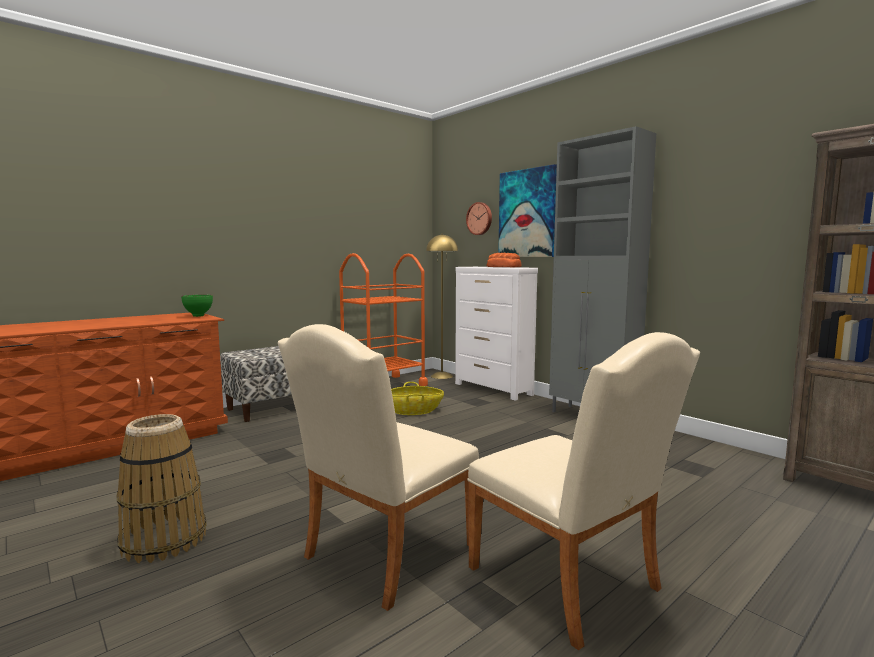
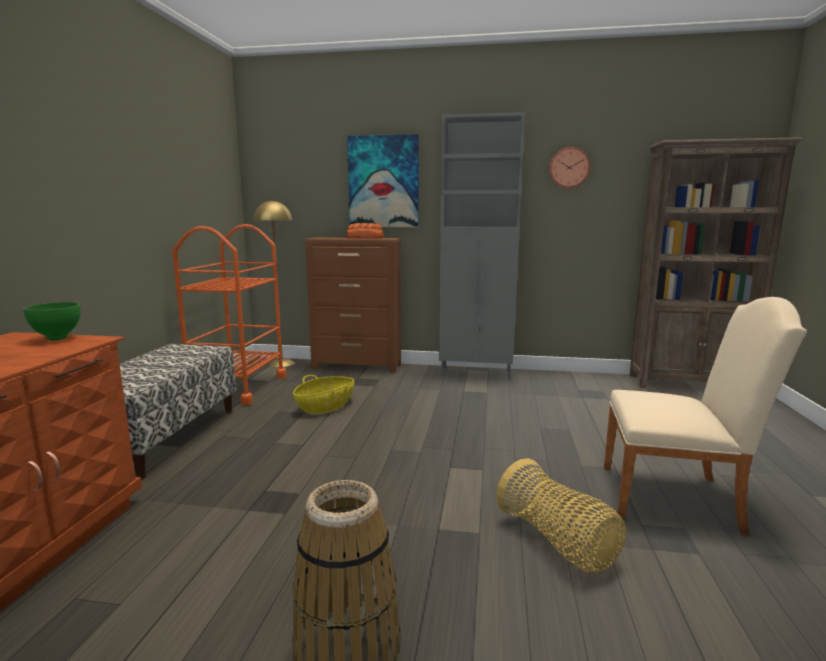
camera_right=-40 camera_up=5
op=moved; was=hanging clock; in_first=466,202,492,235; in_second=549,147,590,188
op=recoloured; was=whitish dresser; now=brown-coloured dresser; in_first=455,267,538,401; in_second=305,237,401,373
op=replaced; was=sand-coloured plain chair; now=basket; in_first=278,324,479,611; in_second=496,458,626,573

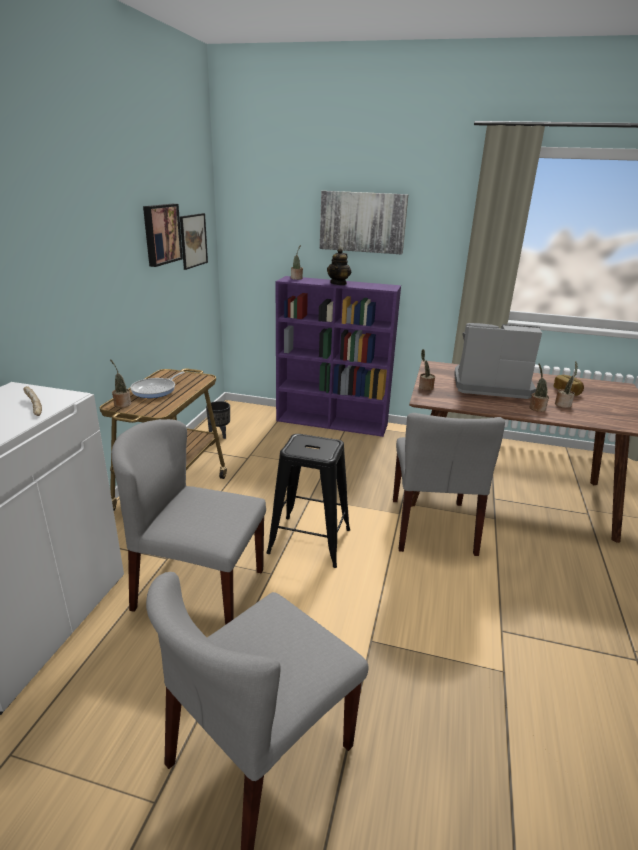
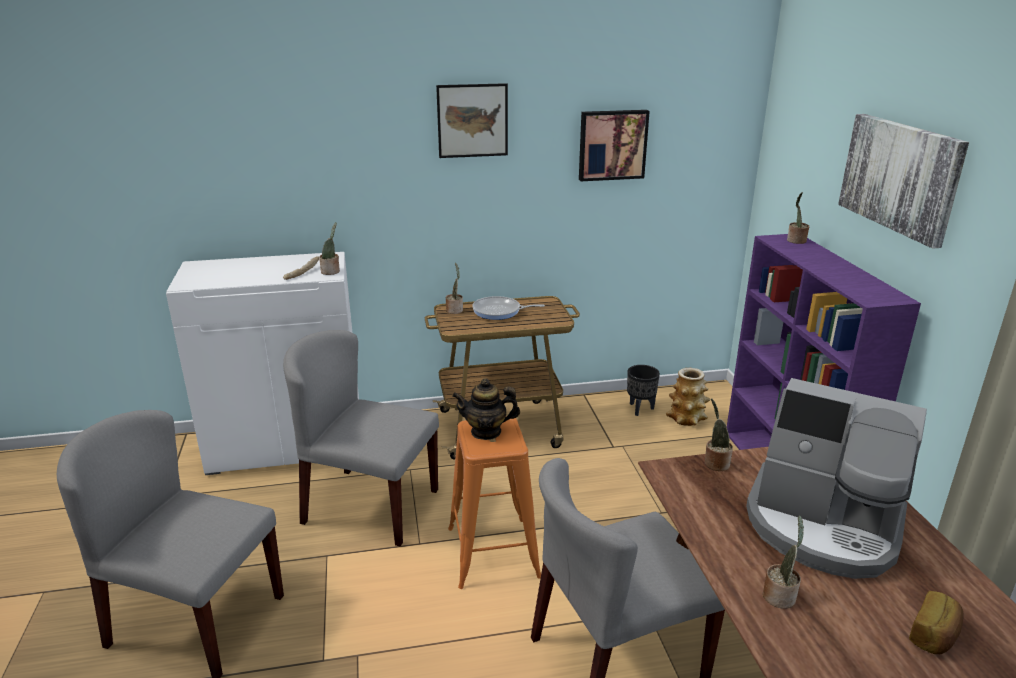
camera_right=65 camera_up=0
op=moved; was=wall art; in_first=180,213,208,270; in_second=436,83,508,158
op=moved; was=tea pot; in_first=327,248,351,285; in_second=452,378,520,440
op=turned; was=coffee machine; in_first=454,323,542,399; in_second=746,378,927,579; clockwise=135
op=moved; was=houseplant; in_first=555,361,578,408; in_second=319,222,340,275
op=turned; was=gray plain chair; in_first=111,419,266,625; in_second=283,330,439,546; clockwise=-60
op=recoloured; was=blackish stool; now=orangey stool; in_first=266,434,350,568; in_second=448,416,541,589
op=added; now=flower vase; in_second=666,368,710,426

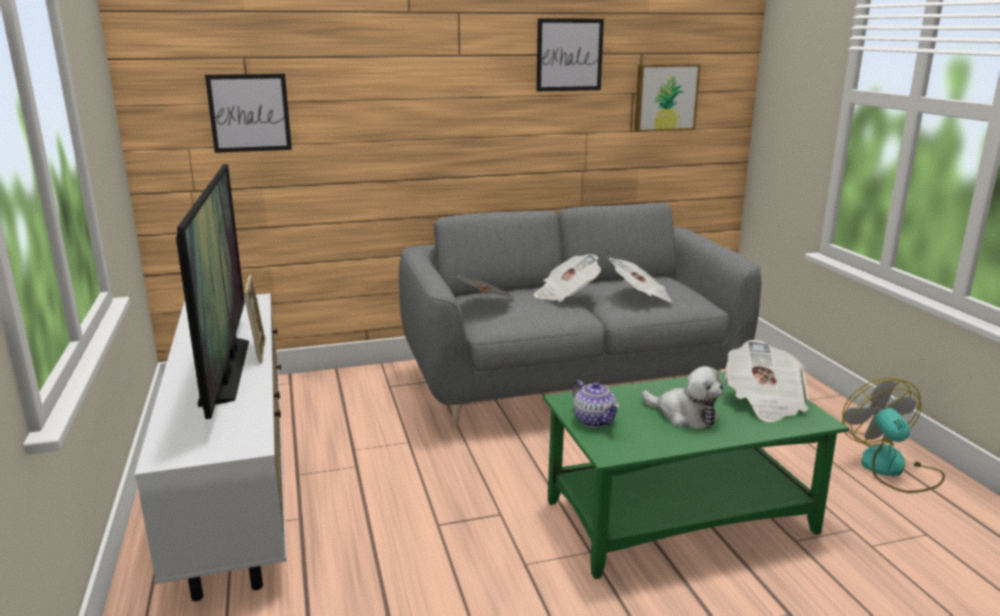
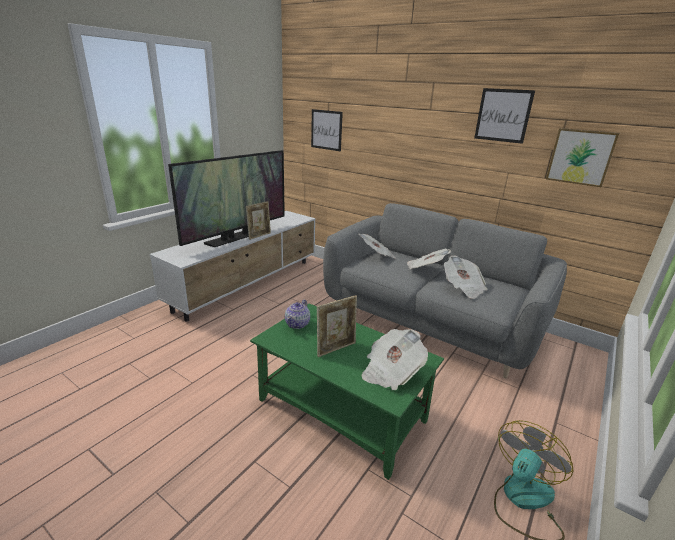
camera_right=50 camera_up=5
op=replaced; was=plush toy; now=picture frame; in_first=642,366,723,429; in_second=317,295,357,357

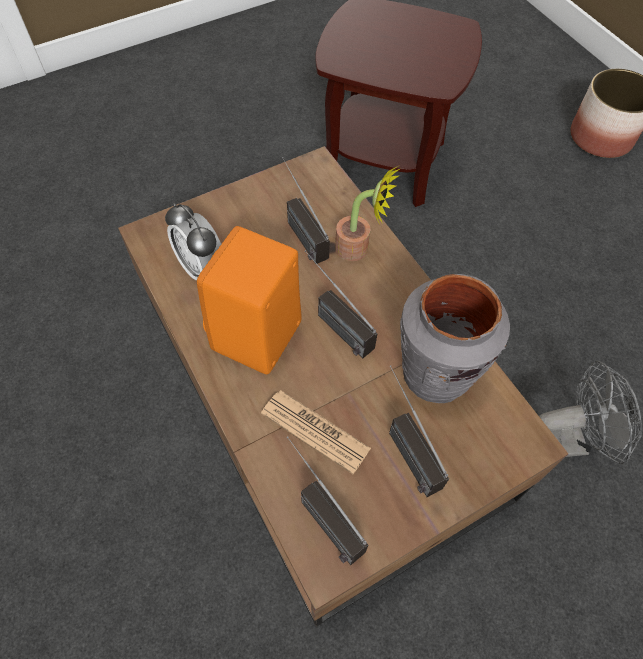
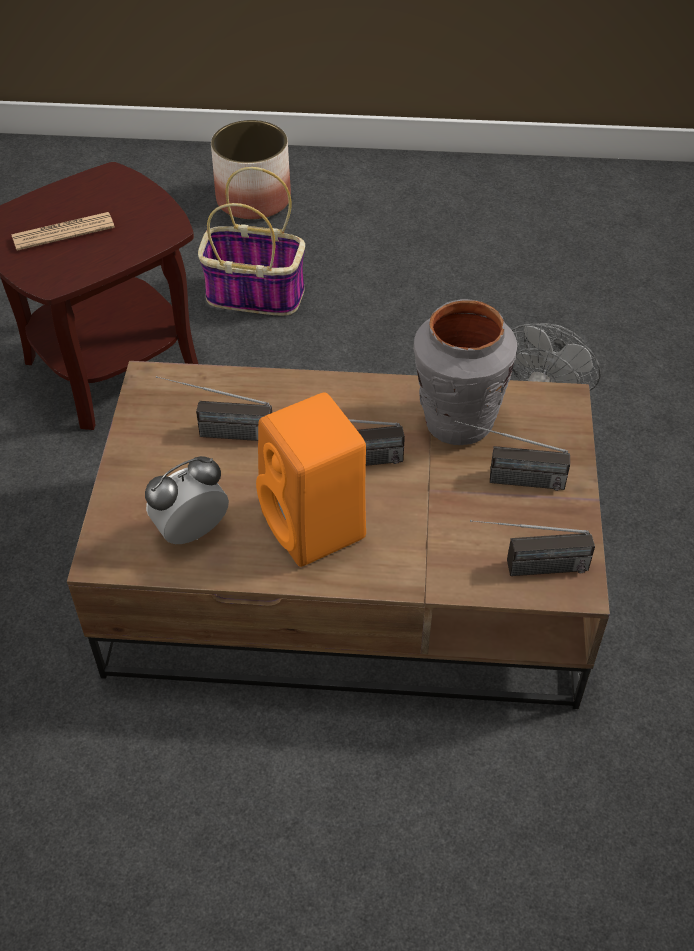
camera_right=-55 camera_up=-10
op=removed; was=houseplant; in_first=335,166,400,261
op=turned; was=alarm clock; in_first=165,203,221,281; in_second=145,456,229,544; clockwise=150
op=moved; was=printed paper; in_first=261,390,371,474; in_second=11,212,115,251
op=added; now=basket; in_second=198,167,305,316

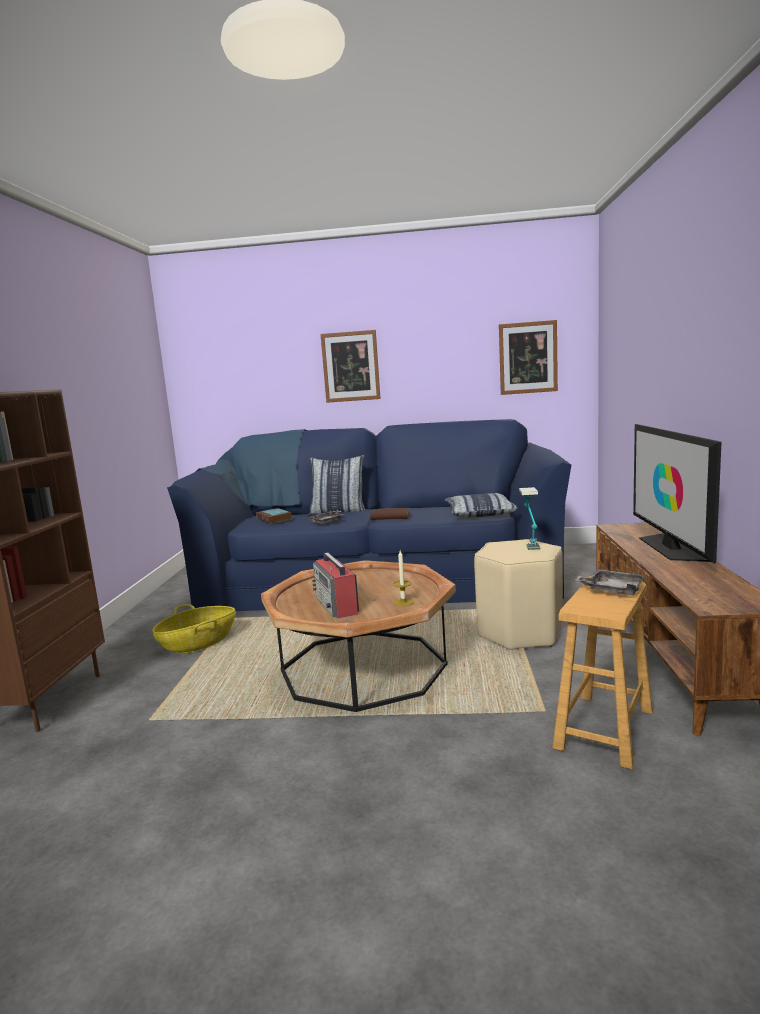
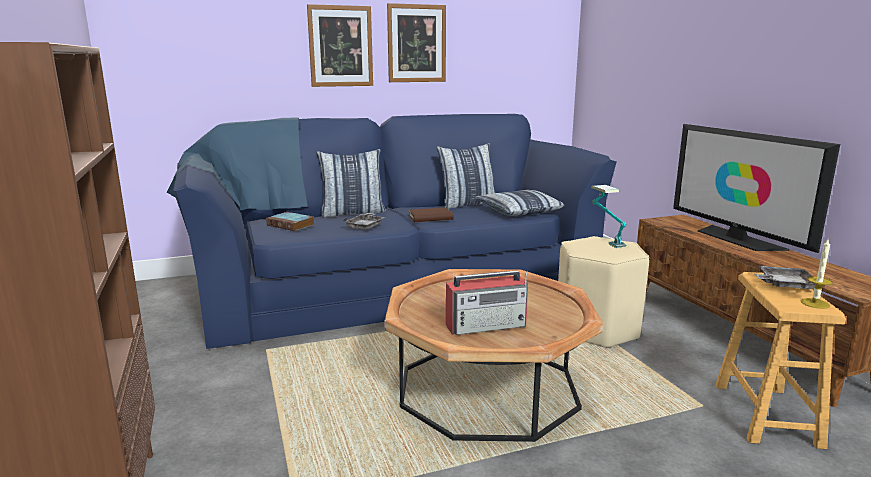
camera_right=-25 camera_up=5
op=moved; was=wall art; in_first=499,320,558,395; in_second=387,3,446,82
op=moved; was=wax light; in_first=393,551,414,607; in_second=801,239,833,309
op=turned; was=radio set; in_first=312,552,359,618; in_second=446,270,528,335; clockwise=-60
op=removed; was=basket; in_first=152,604,236,653
op=added; now=throw pillow; in_second=436,143,495,209

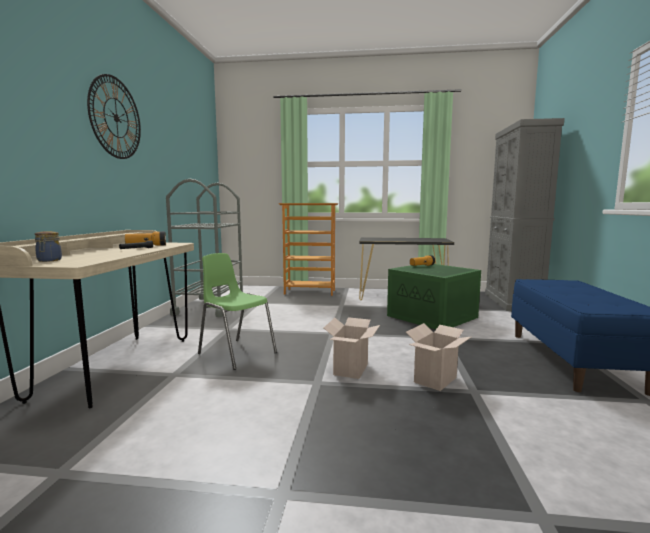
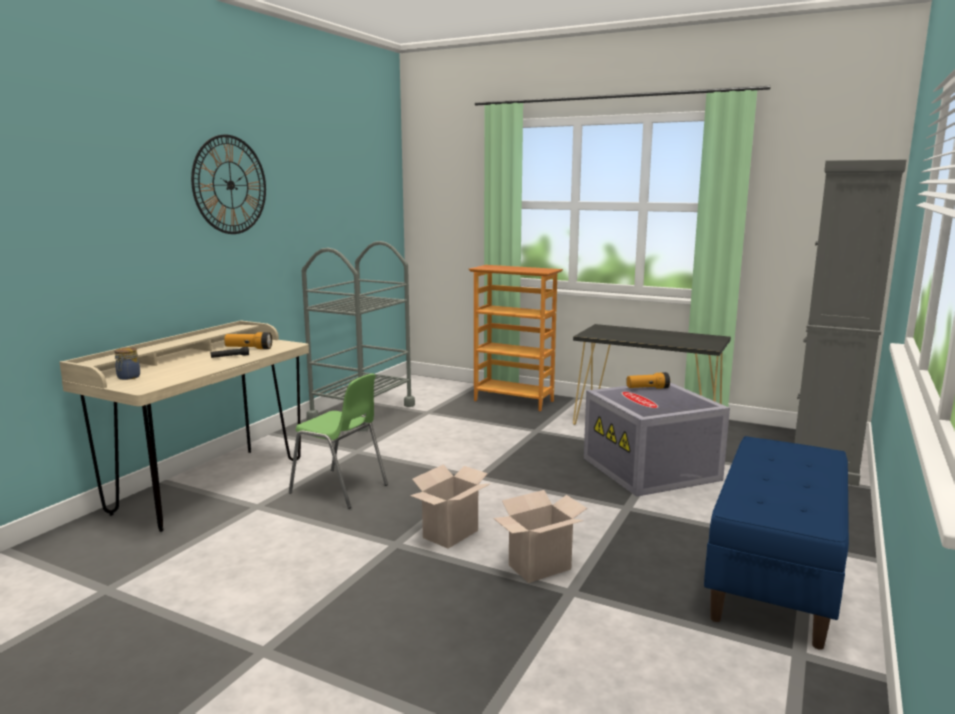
camera_right=20 camera_up=5
op=turned; was=green plain chair; in_first=198,253,277,370; in_second=289,374,388,509; clockwise=150
op=recoloured; was=green storage box; now=gray storage box; in_first=387,264,481,329; in_second=584,382,730,497

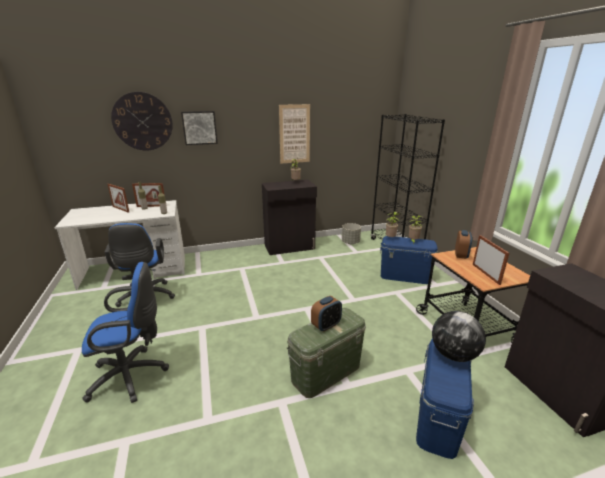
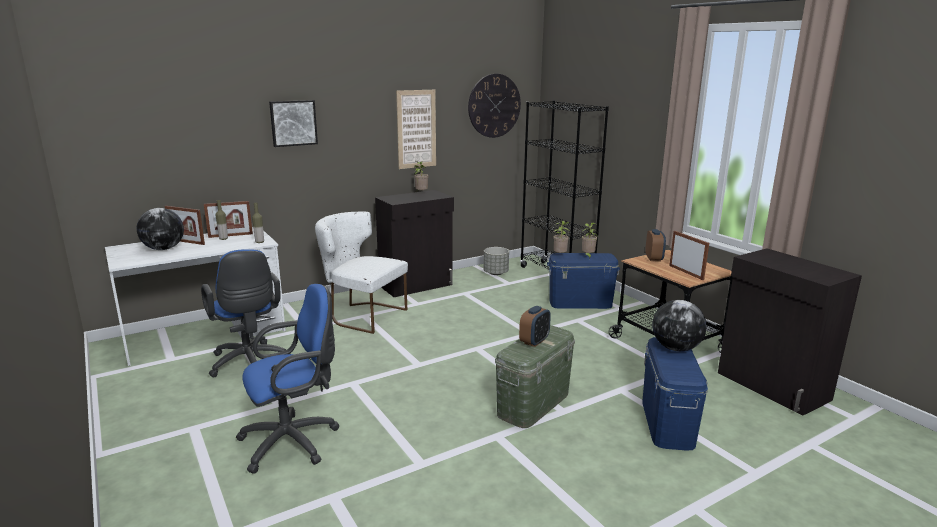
camera_right=-15 camera_up=-5
op=moved; was=hanging clock; in_first=111,92,173,151; in_second=468,74,521,138
op=added; now=globe; in_second=136,208,184,250
op=added; now=whitish plain chair; in_second=315,212,408,334

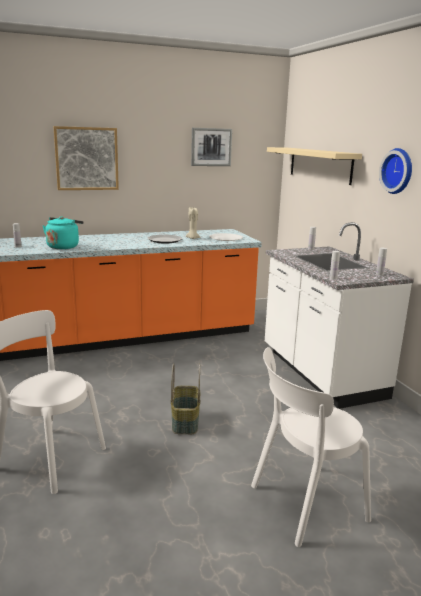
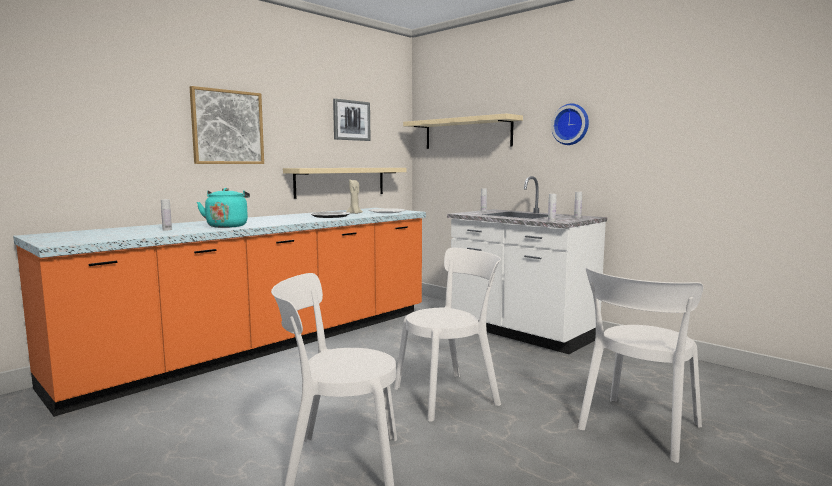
camera_right=-25 camera_up=-10
op=replaced; was=basket; now=whitish plain chair; in_first=171,363,201,434; in_second=394,248,501,422
op=added; now=sand-coloured bracket shelf; in_second=283,168,407,199

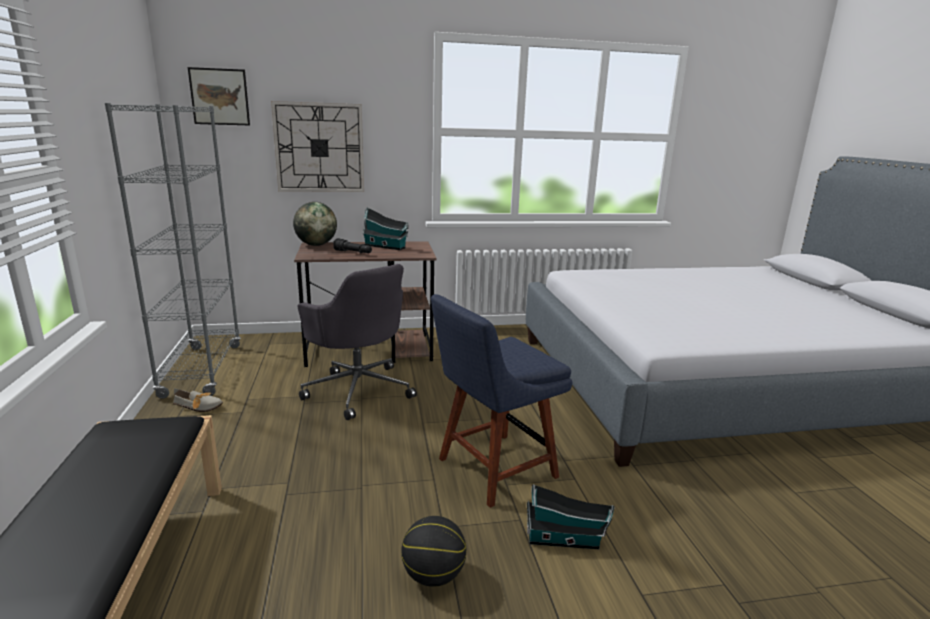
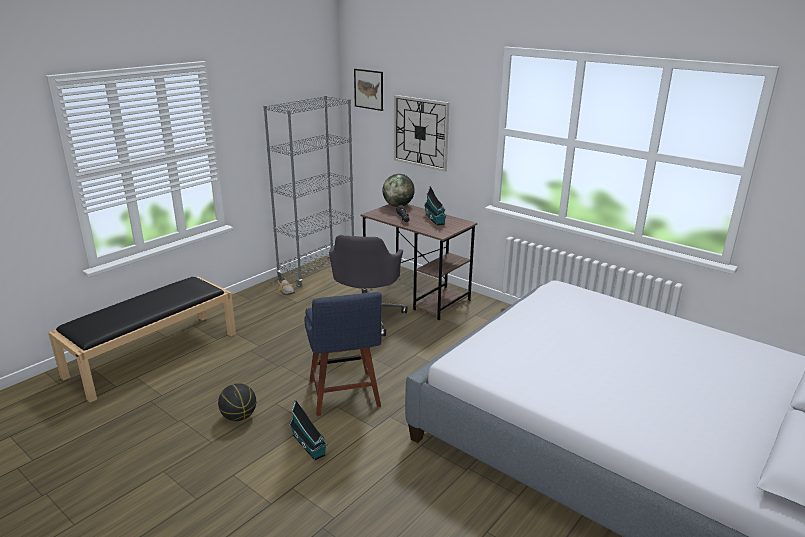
camera_right=50 camera_up=5
op=turned; was=bluish plain chair; in_first=431,294,572,508; in_second=304,292,382,416; clockwise=-120

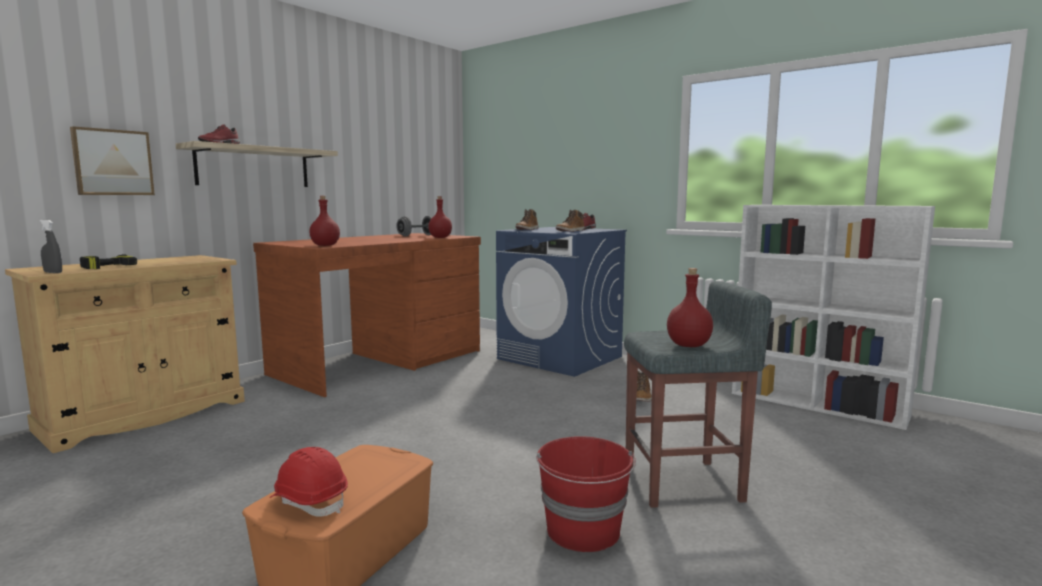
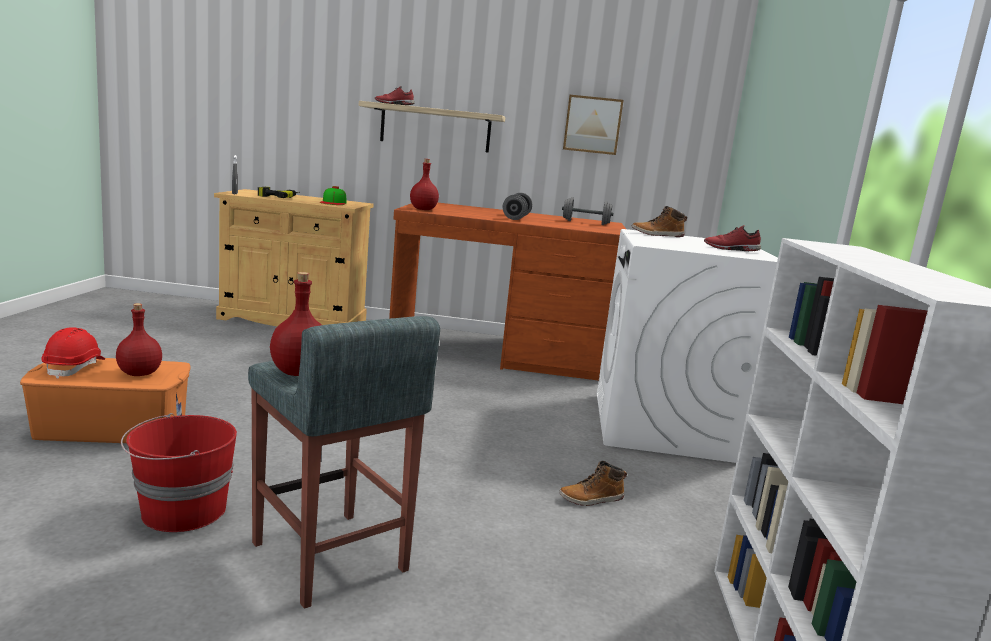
camera_right=55 camera_up=5
op=moved; was=wall art; in_first=70,126,155,195; in_second=563,95,624,155
op=moved; was=red-coloured bottle; in_first=428,196,452,238; in_second=116,303,162,376
op=removed; was=boot; in_first=556,209,585,232
op=recoloured; was=bluish laundry machine; now=whitish laundry machine; in_first=496,227,627,377; in_second=597,229,778,463
op=added; now=baseball cap; in_second=320,186,347,205
op=added; now=gray hand weight; in_second=503,193,532,220

